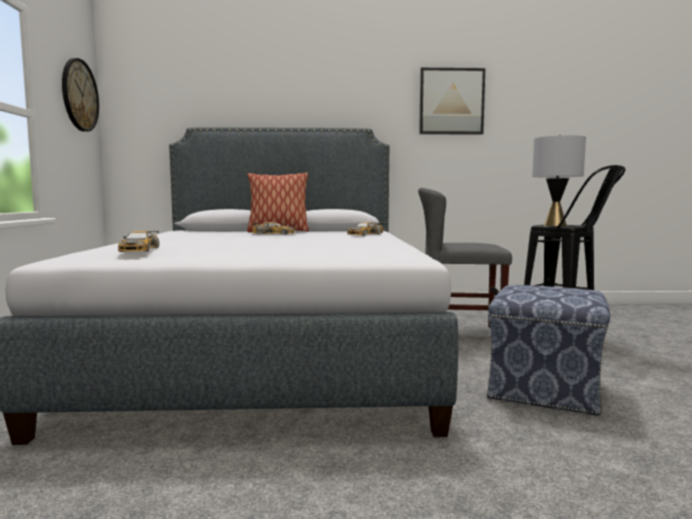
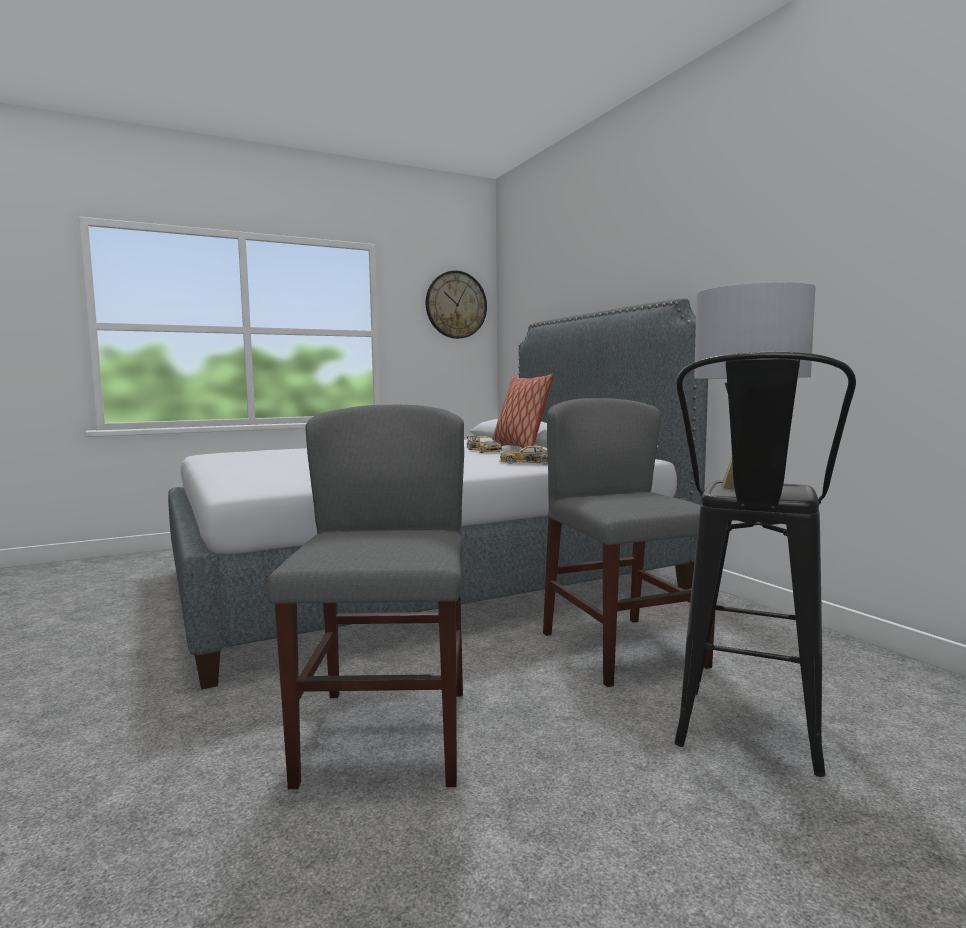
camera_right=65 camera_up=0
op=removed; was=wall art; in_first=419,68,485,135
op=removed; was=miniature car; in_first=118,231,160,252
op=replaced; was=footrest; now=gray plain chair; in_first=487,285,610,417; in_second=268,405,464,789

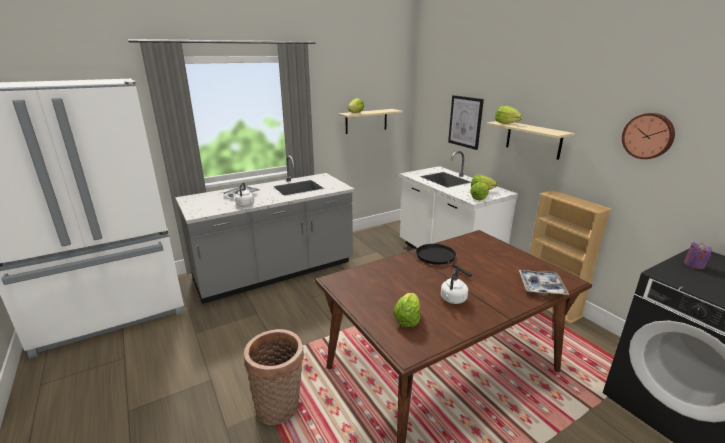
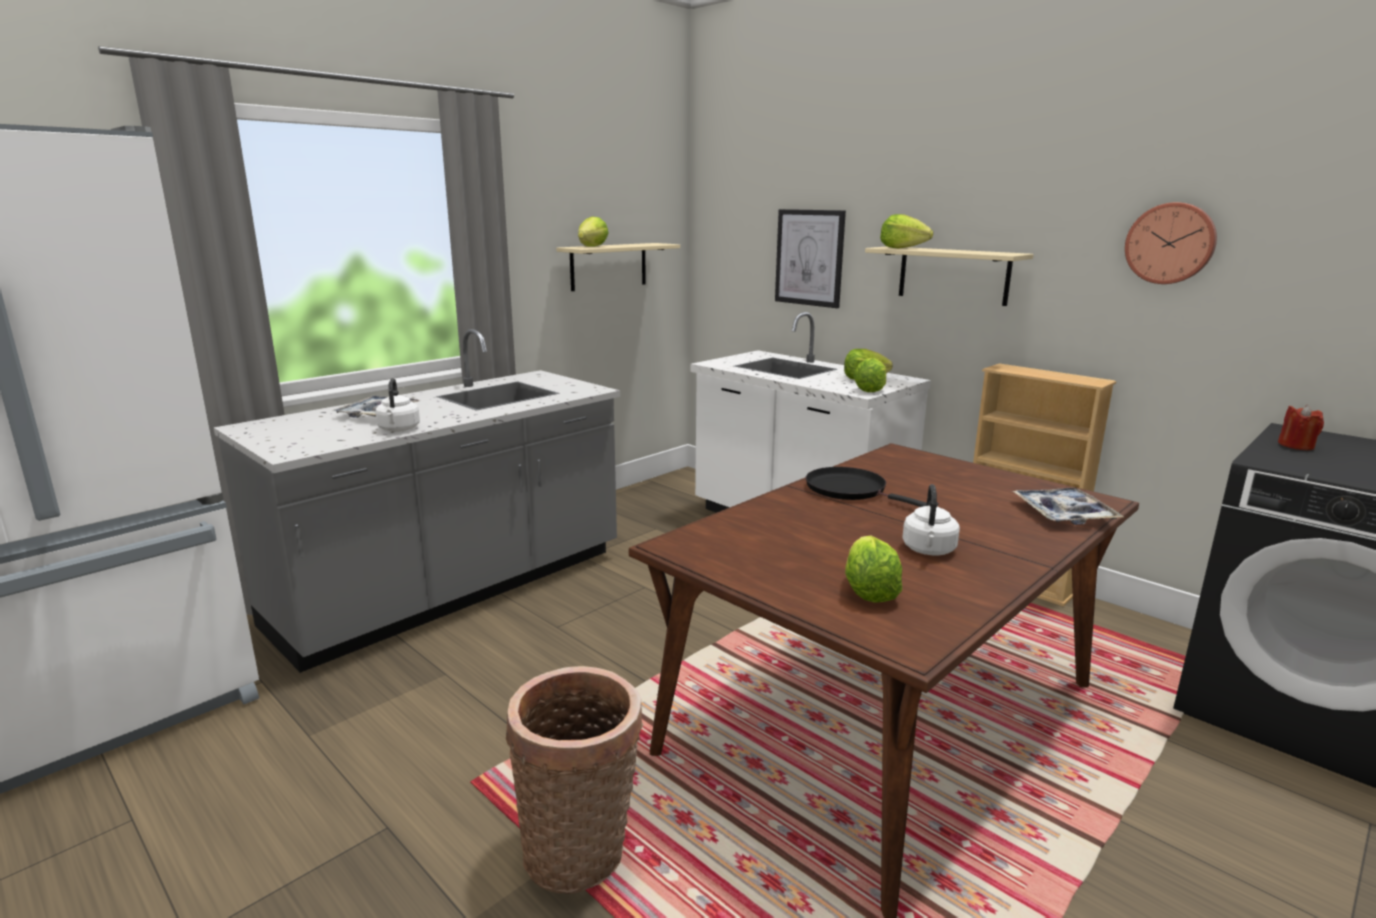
camera_right=-15 camera_up=-5
op=recoloured; was=purplish wax light; now=red-coloured wax light; in_first=684,242,712,269; in_second=1278,405,1324,450

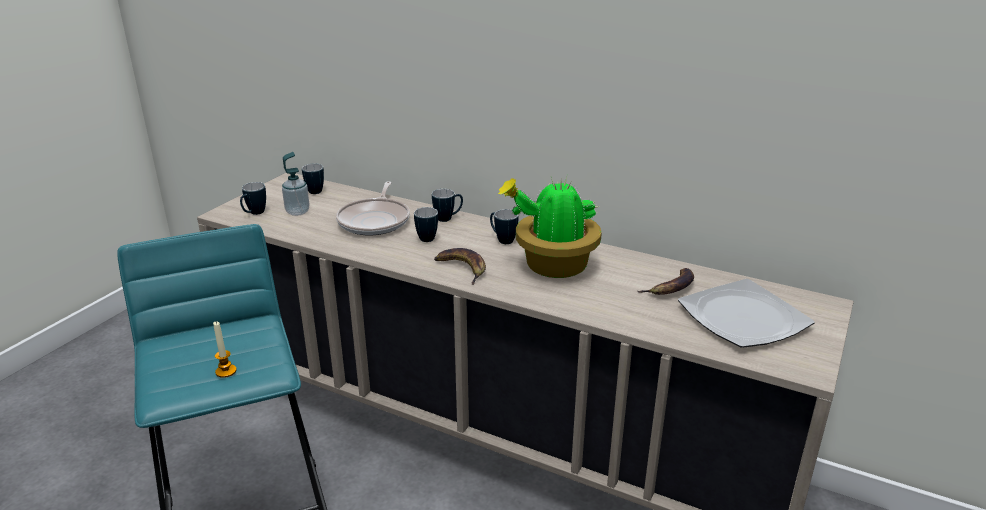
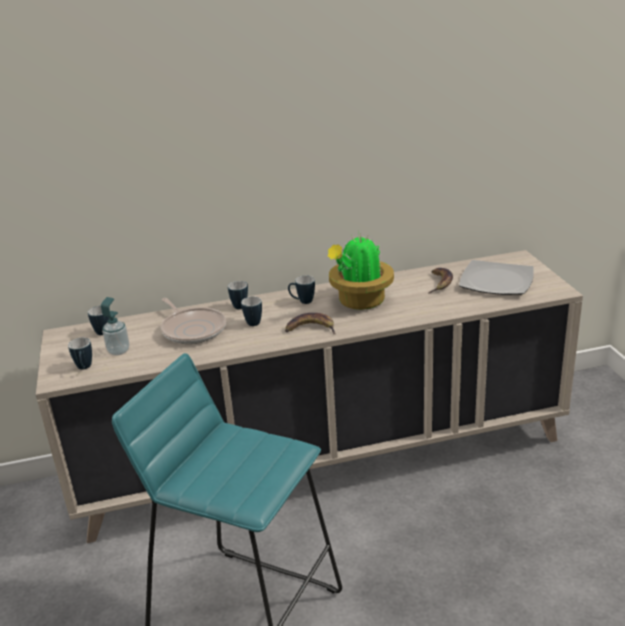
camera_right=-40 camera_up=0
op=removed; was=wax light; in_first=213,321,237,378

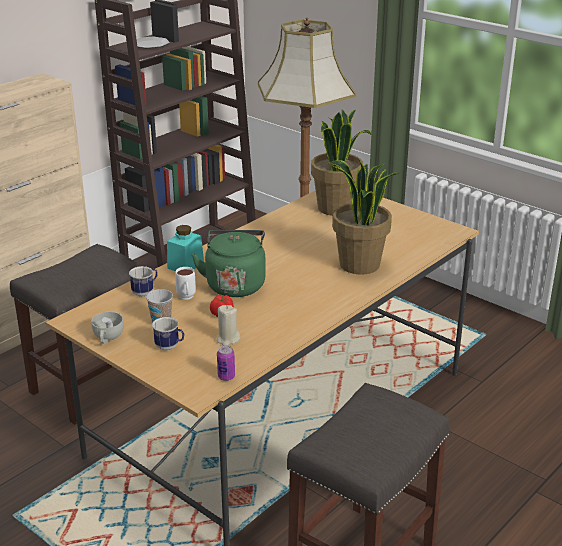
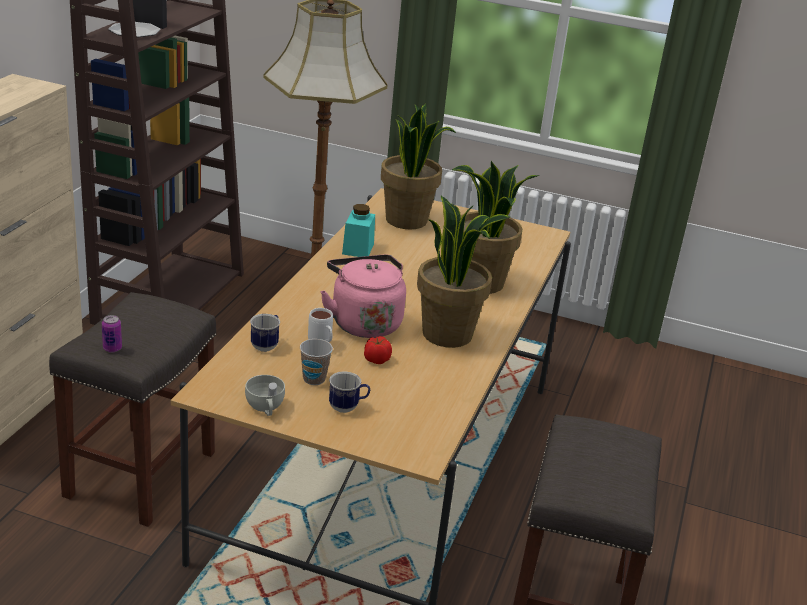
camera_right=-25 camera_up=0
op=moved; was=turquoise storage jar; in_first=167,225,204,271; in_second=342,204,375,257
op=recoloured; was=green water kettle; now=pink water kettle; in_first=191,230,266,297; in_second=320,255,406,338
op=removed; was=sand-coloured wax light; in_first=216,305,241,346
op=moved; was=sealed can; in_first=217,346,235,381; in_second=102,315,122,352
op=added; now=houseplant; in_second=417,196,510,348

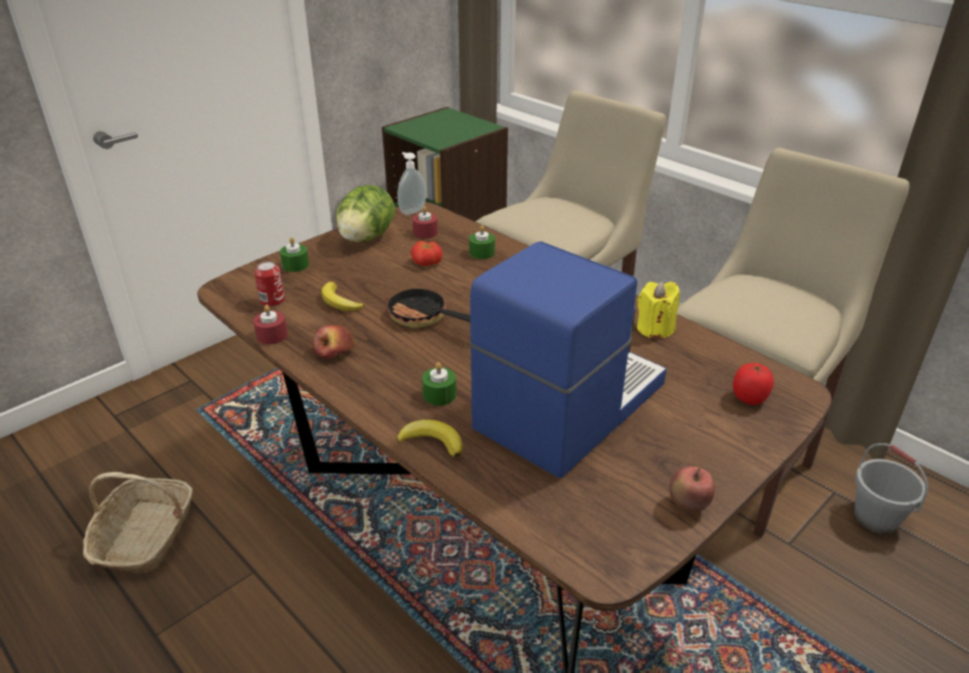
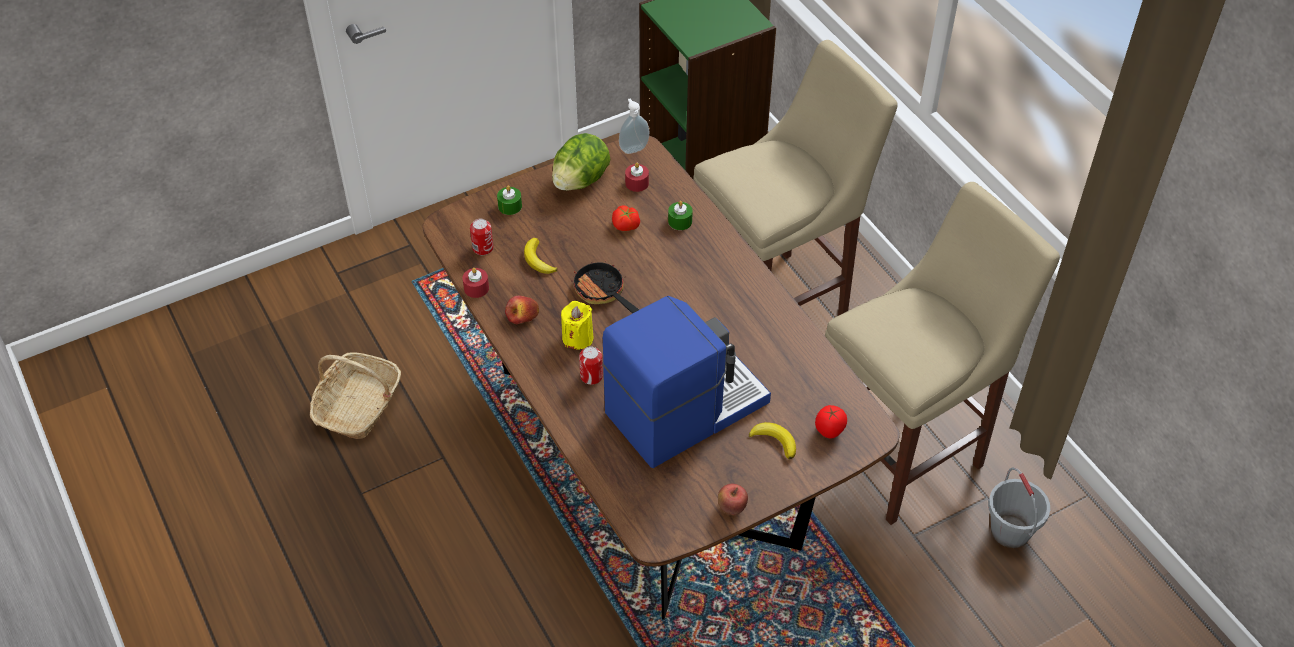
camera_right=15 camera_up=15
op=moved; was=yellow wax light; in_first=637,282,680,338; in_second=561,301,594,349
op=replaced; was=green wax light; now=sealed can; in_first=422,362,456,406; in_second=579,346,603,385
op=moved; was=whole banana; in_first=397,420,463,457; in_second=749,422,796,459

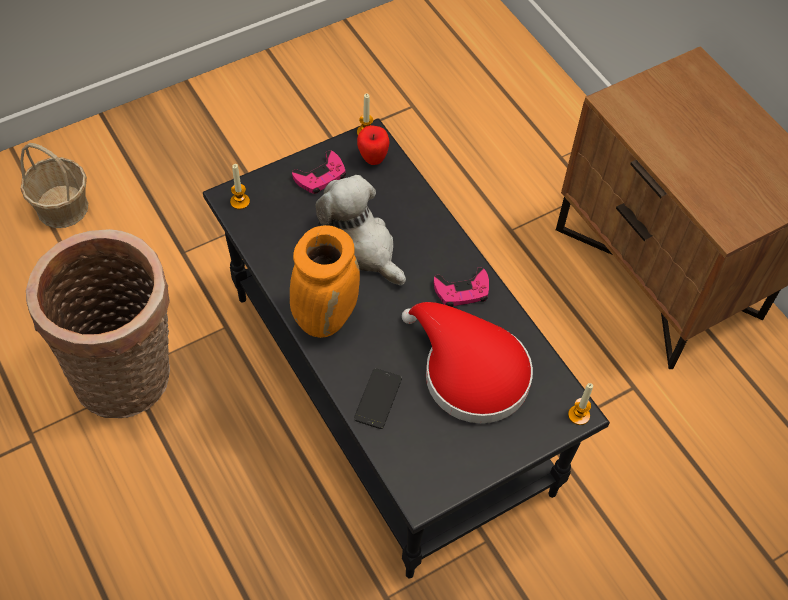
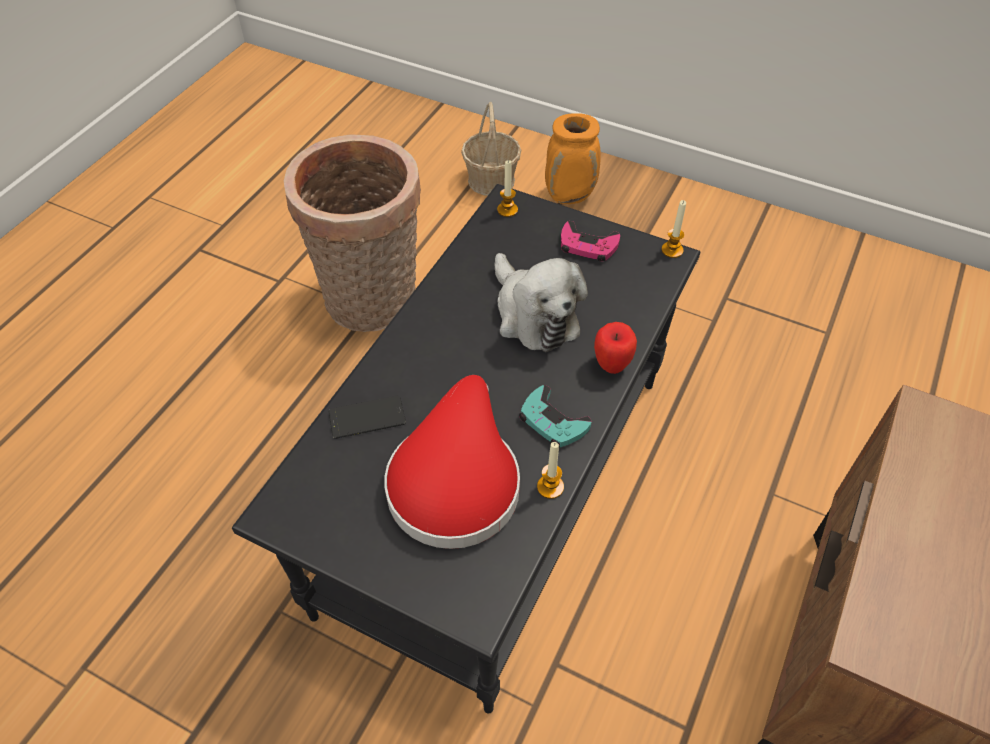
camera_right=60 camera_up=-5
op=moved; was=whole apple; in_first=357,125,389,165; in_second=594,322,637,374
op=turned; was=plush toy; in_first=315,175,406,285; in_second=495,253,588,352; clockwise=135
op=moved; was=orangey flower vase; in_first=290,225,360,338; in_second=545,113,601,204
op=recoloured; was=pink game controller; now=turquoise game controller; in_first=434,267,489,307; in_second=519,385,591,447
op=moved; was=wax light; in_first=568,383,593,425; in_second=537,442,564,499

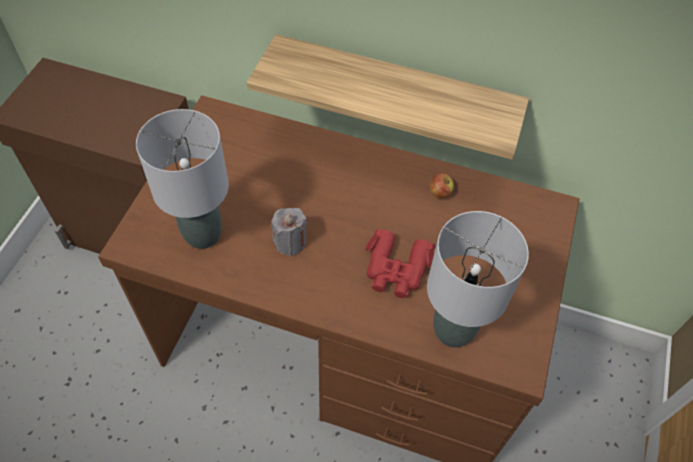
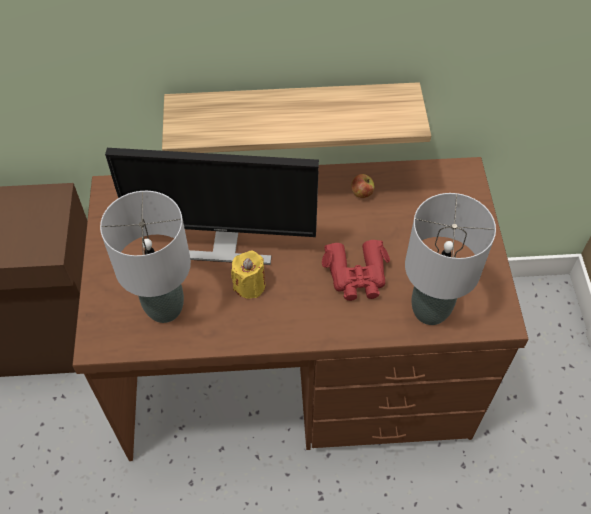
camera_right=-20 camera_up=0
op=recoloured; was=gray wax light; now=yellow wax light; in_first=271,208,307,256; in_second=231,250,265,299
op=added; now=computer display; in_second=105,148,319,265

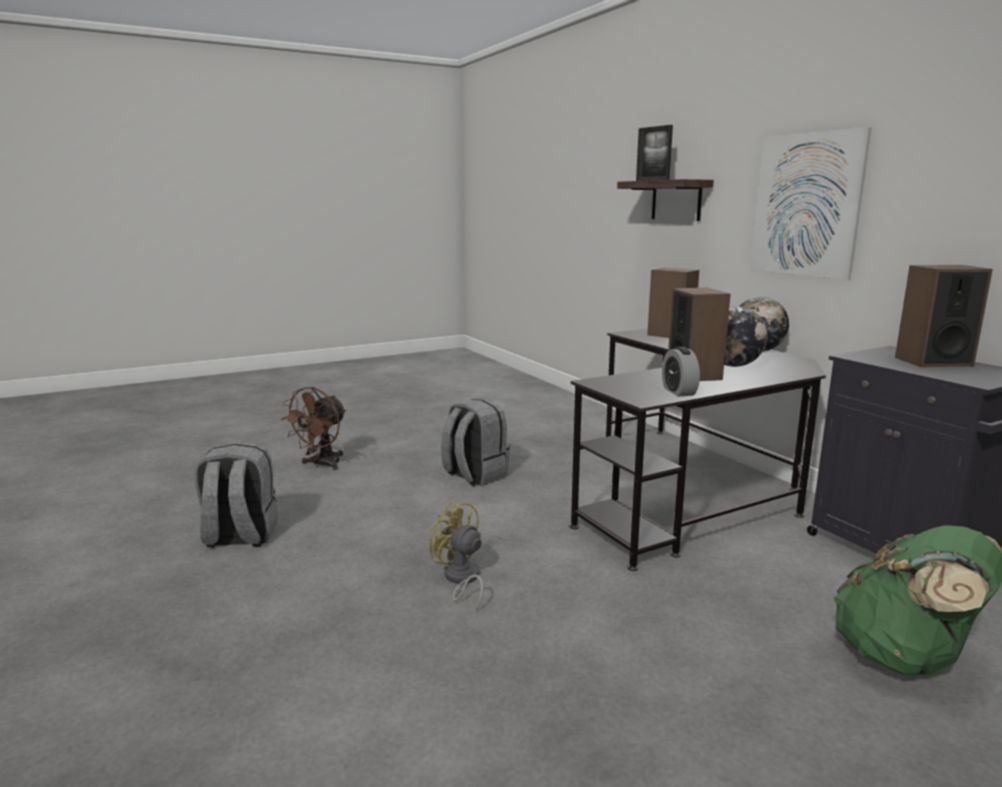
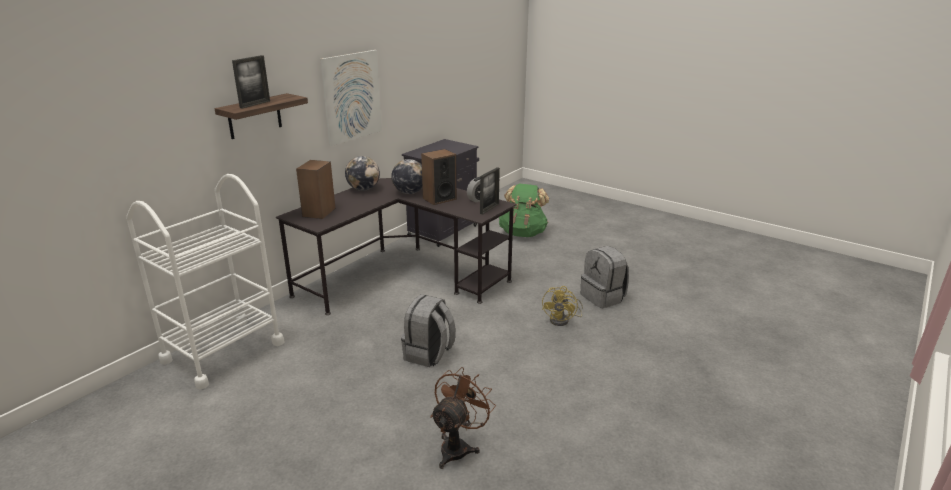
camera_right=-115 camera_up=10
op=removed; was=speaker; in_first=895,265,993,367
op=turned; was=brown-coloured fan; in_first=281,387,346,470; in_second=430,367,496,469; clockwise=-60
op=moved; was=gray knapsack; in_first=194,442,277,548; in_second=581,246,629,308
op=added; now=picture frame; in_second=480,167,500,215
op=added; now=whitish trolley; in_second=126,174,284,390

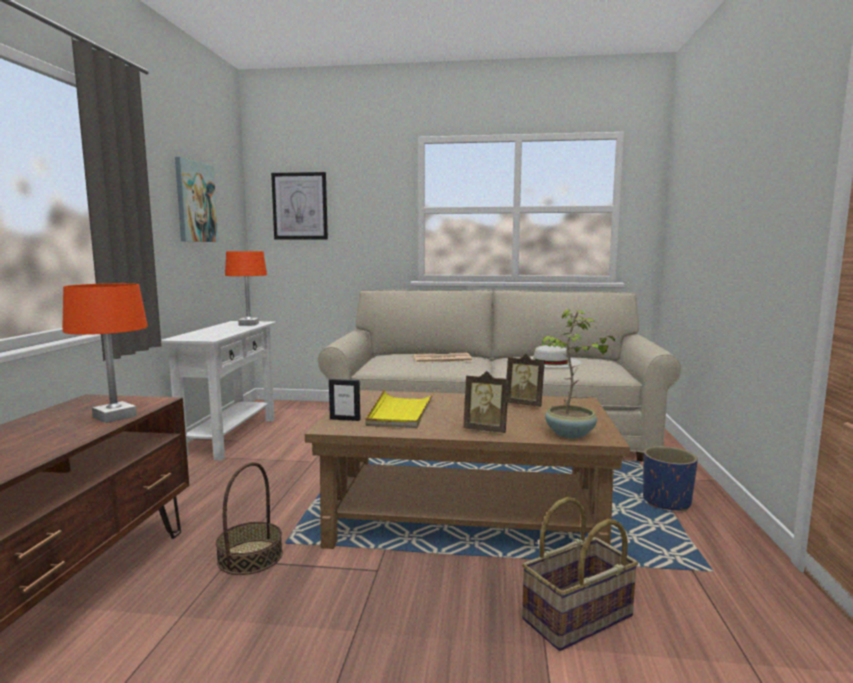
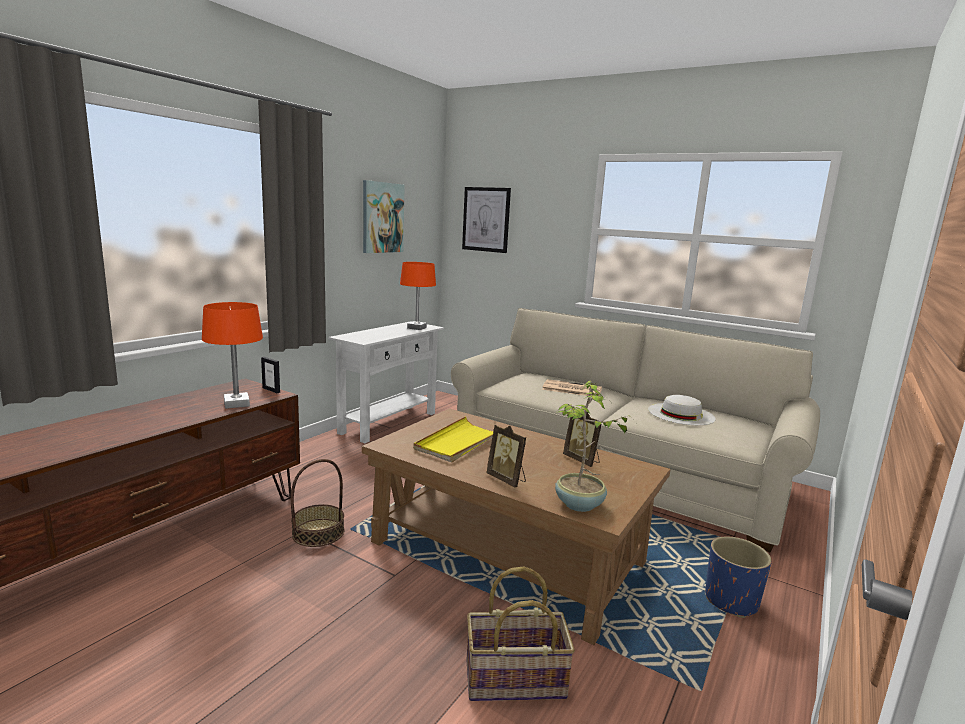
camera_right=25 camera_up=5
op=moved; was=picture frame; in_first=329,379,360,421; in_second=261,357,280,393

